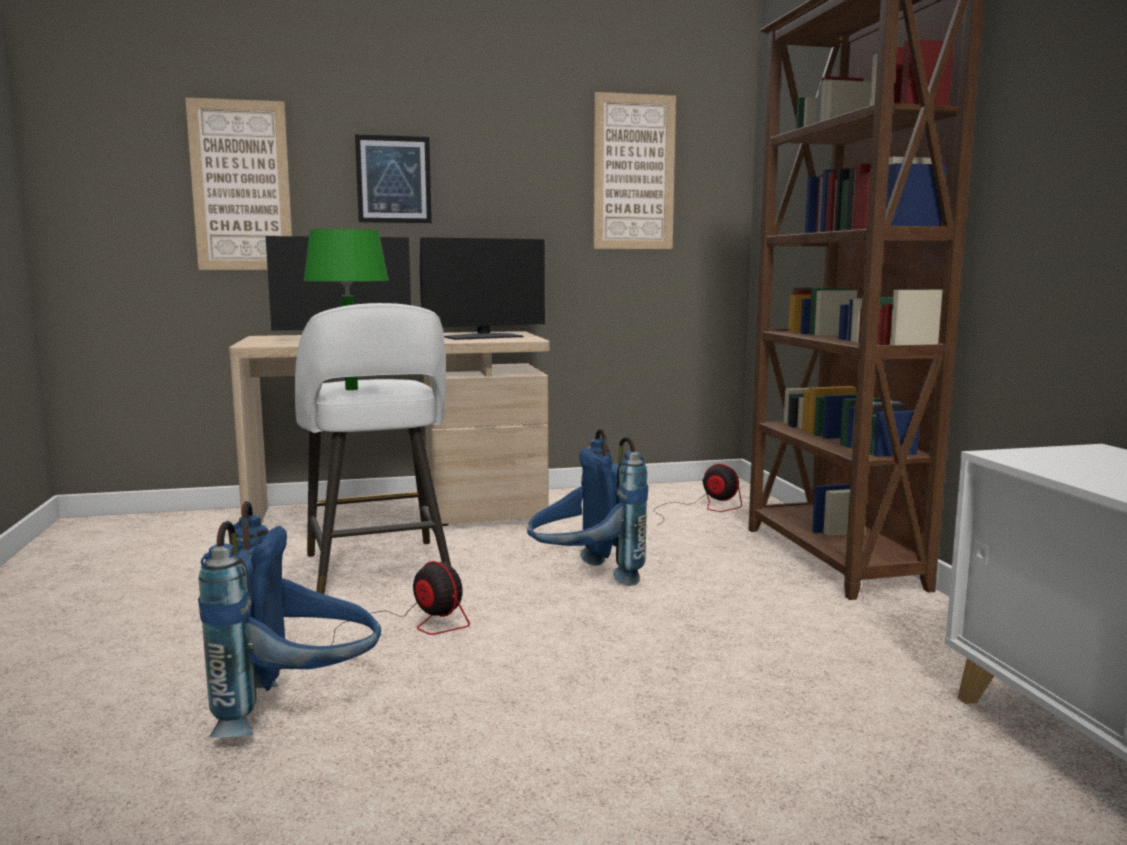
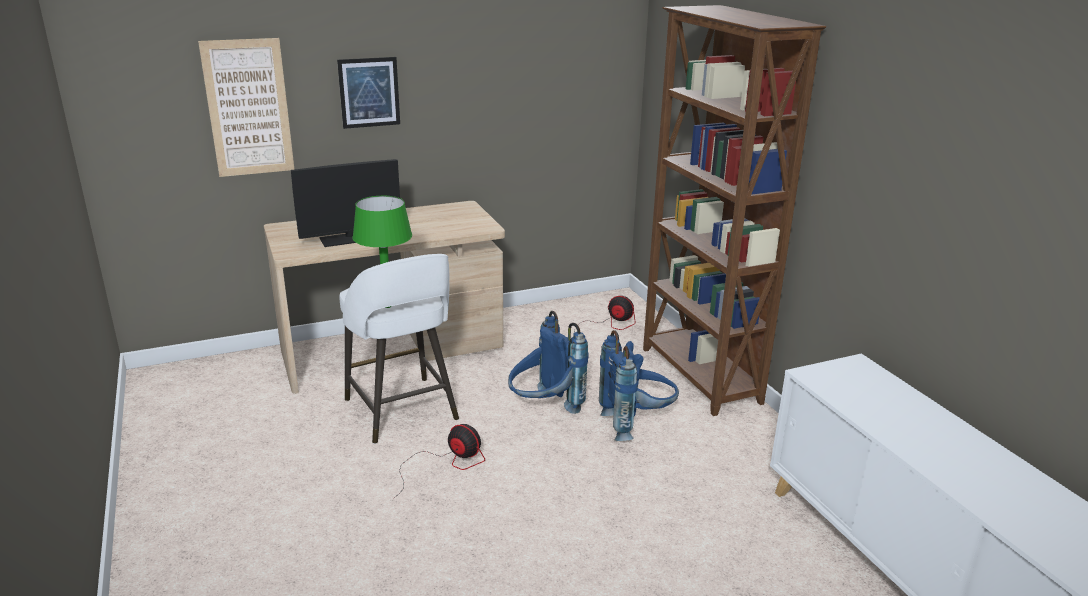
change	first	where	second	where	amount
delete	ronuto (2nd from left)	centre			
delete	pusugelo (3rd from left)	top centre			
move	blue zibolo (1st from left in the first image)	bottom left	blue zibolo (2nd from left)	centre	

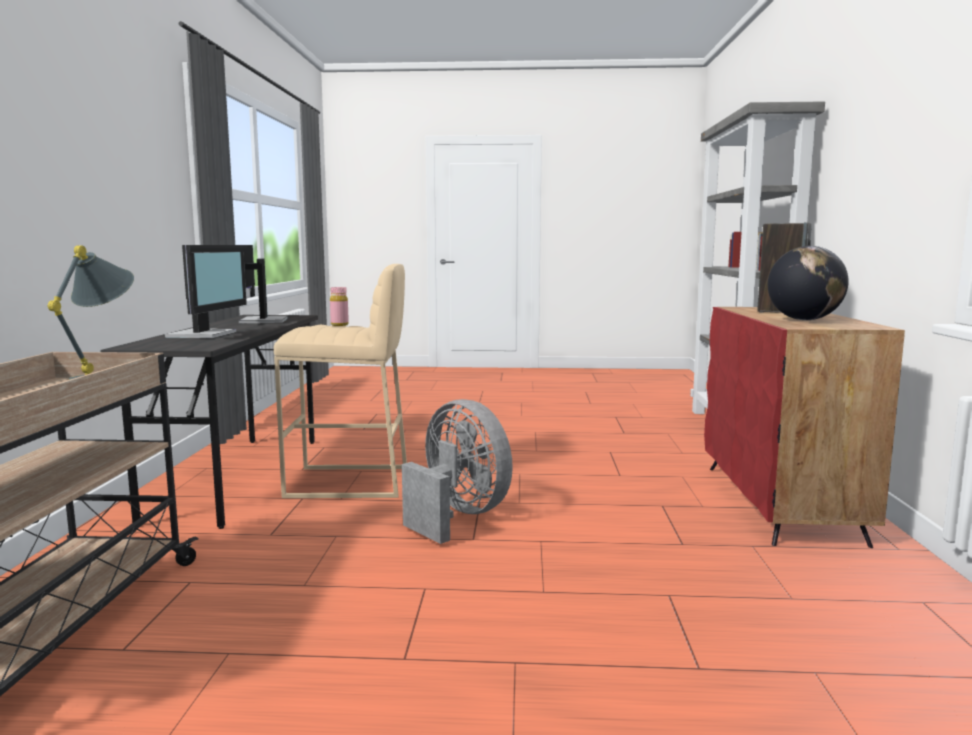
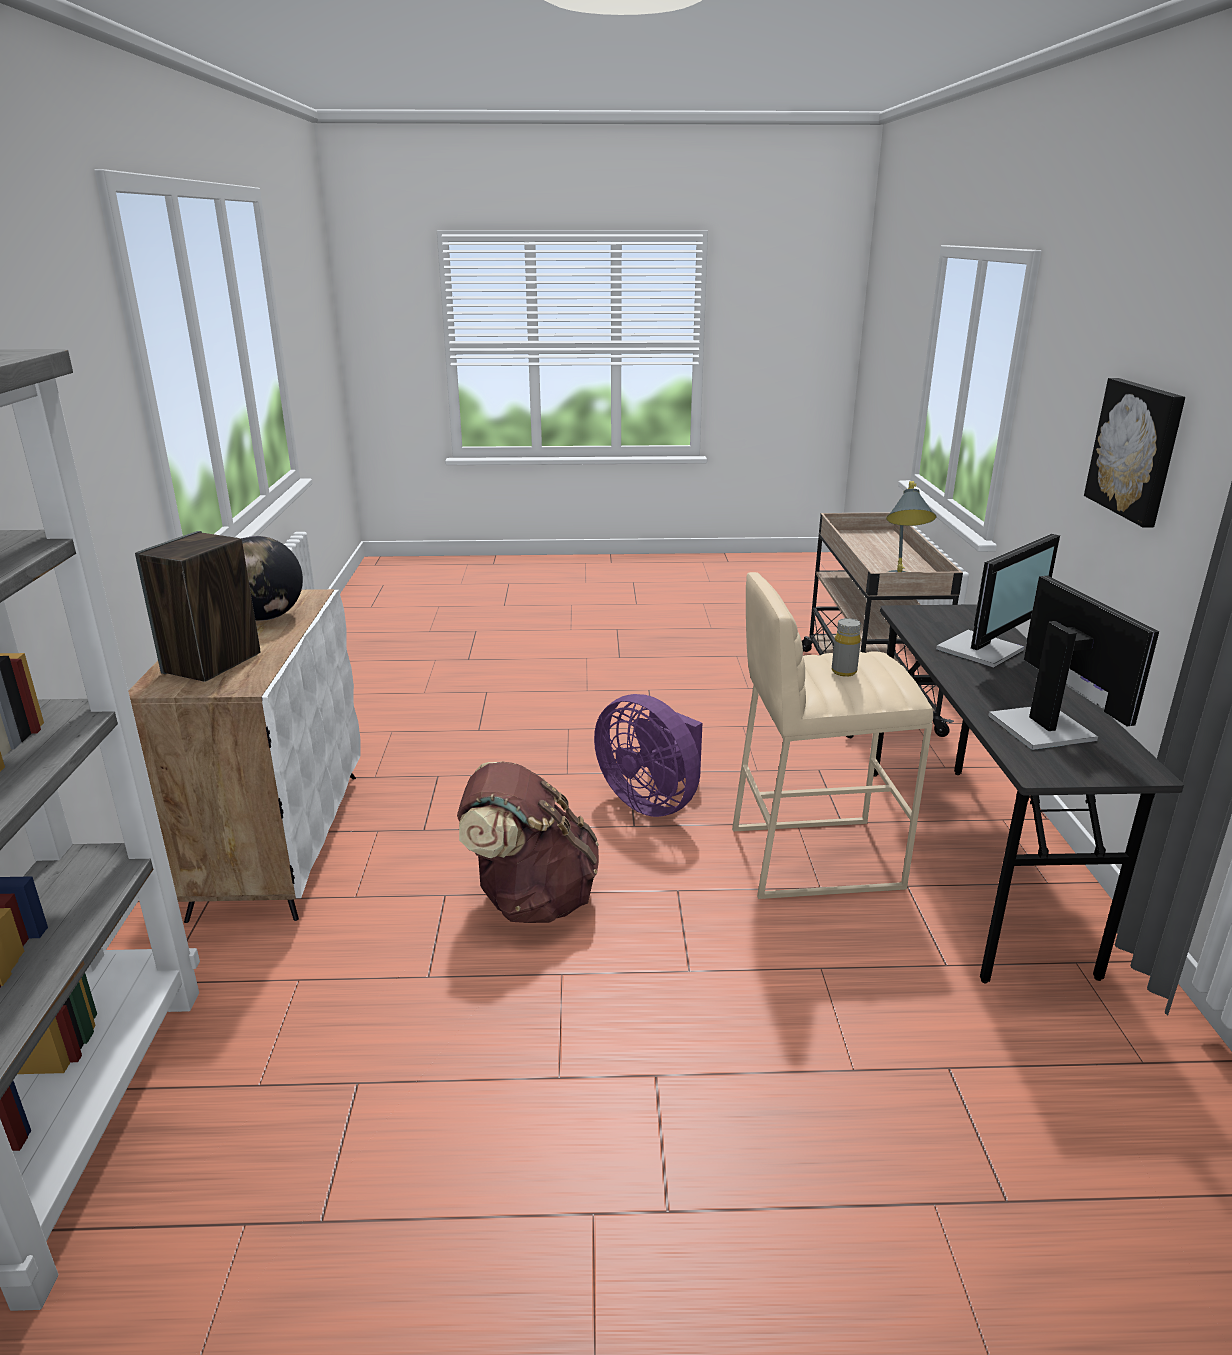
change	first	where	second	where	amount
insert			brown zibolo	centre	
insert			pusugelo	middle right	
recolor	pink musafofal	centre	grey musafofal	middle right	
recolor	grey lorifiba	centre	purple lorifiba	centre	
recolor	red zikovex	middle right	white zikovex	middle left	
rotate	ronuto (1st from left)	middle left		middle right	135 degrees counterclockwise

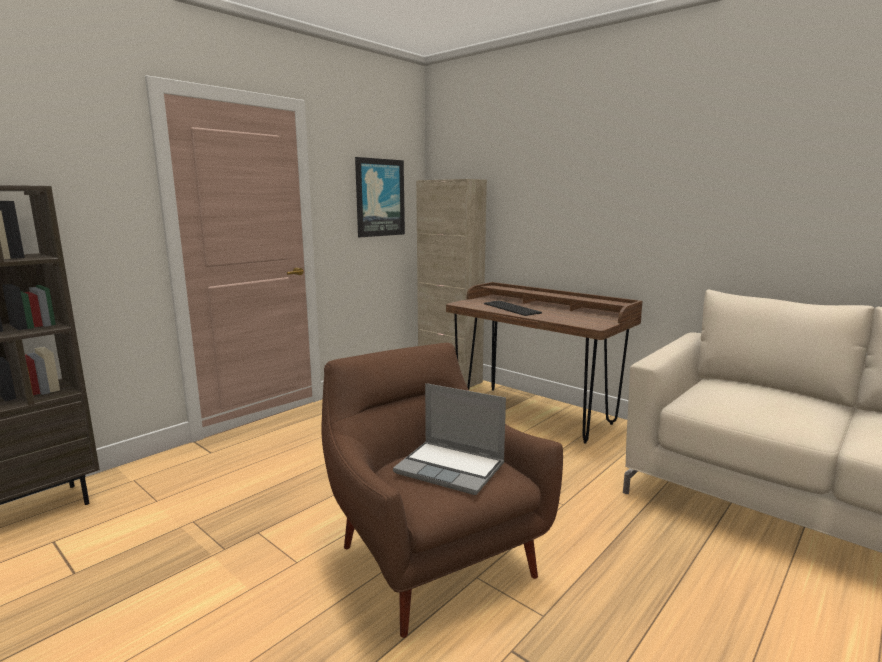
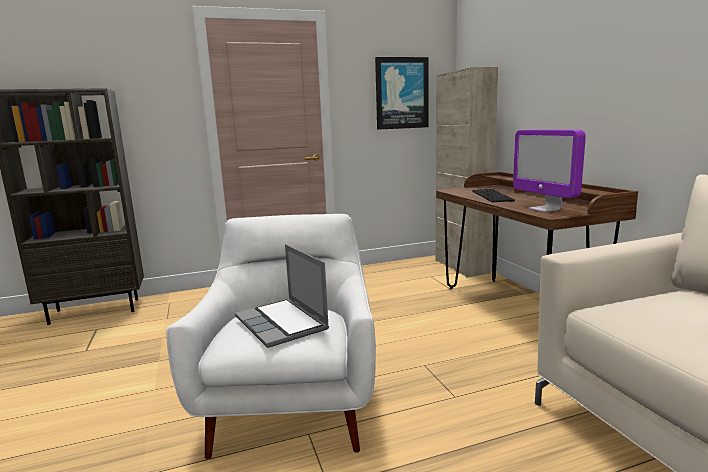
change	first	where	second	where	amount
insert			ronuto	middle right	
recolor	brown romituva	bottom centre	white romituva	bottom centre	

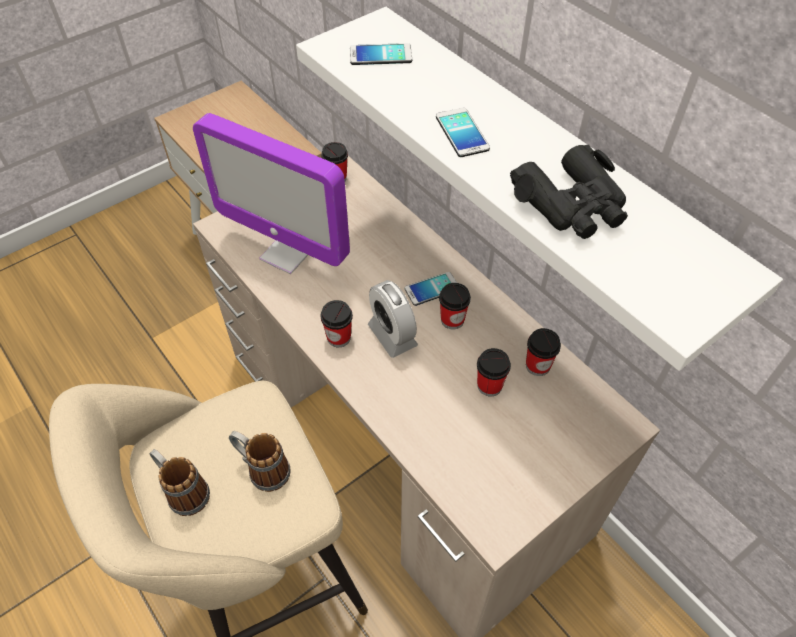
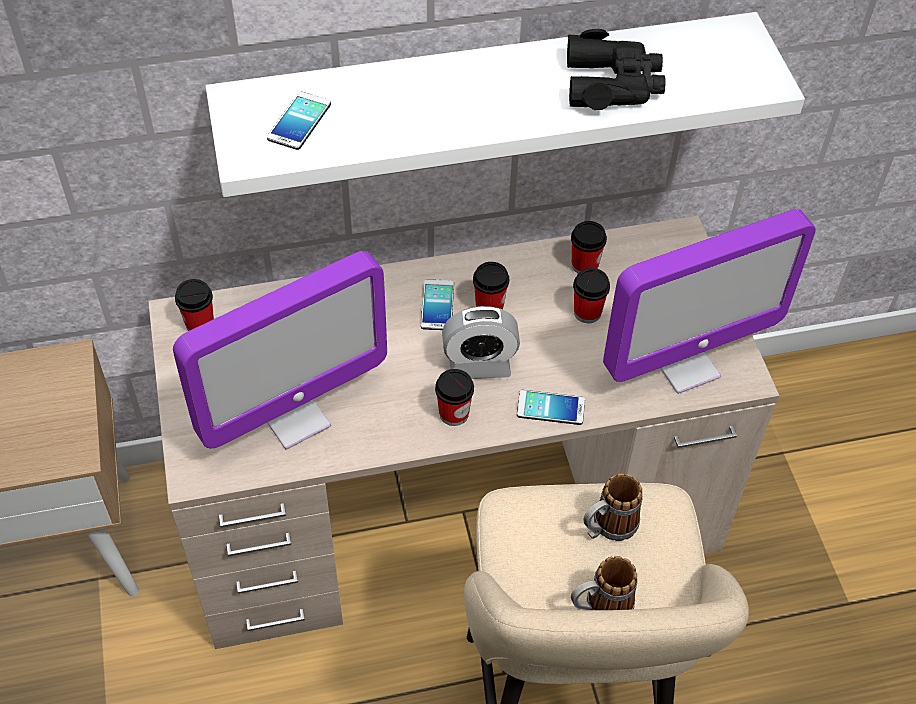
change	first	where	second	where	amount
insert			ronuto (2nd from left)	middle right	
move	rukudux (3rd from left)	top centre		centre	

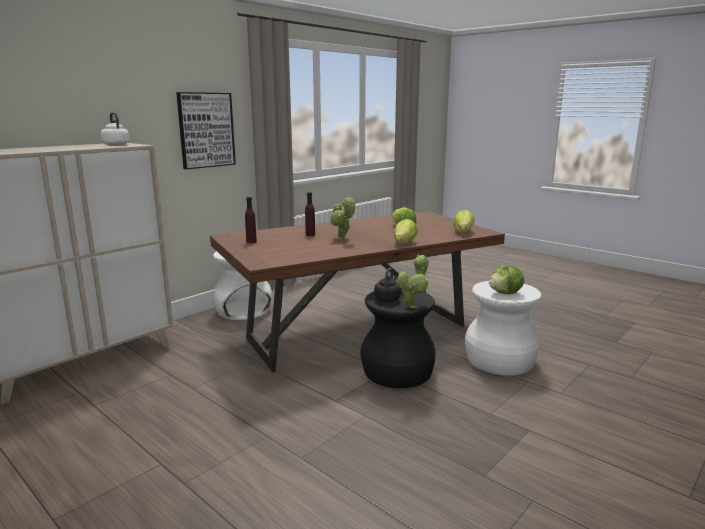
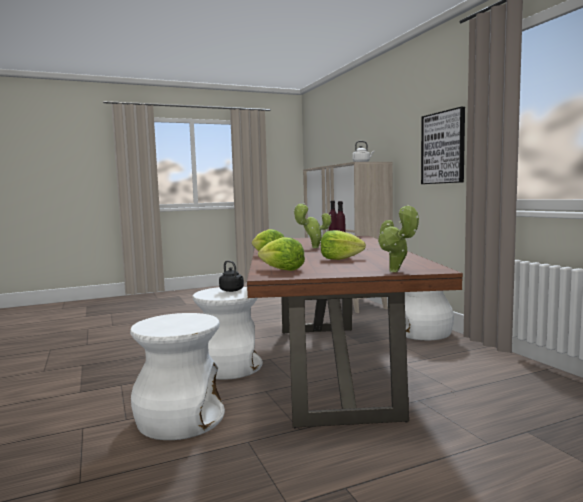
change	first	where	second	where	amount
delete	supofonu (4th from left)	middle right			
move	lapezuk (2nd from left)	centre		middle right	
recolor	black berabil	centre	white berabil (2nd from left)	centre	

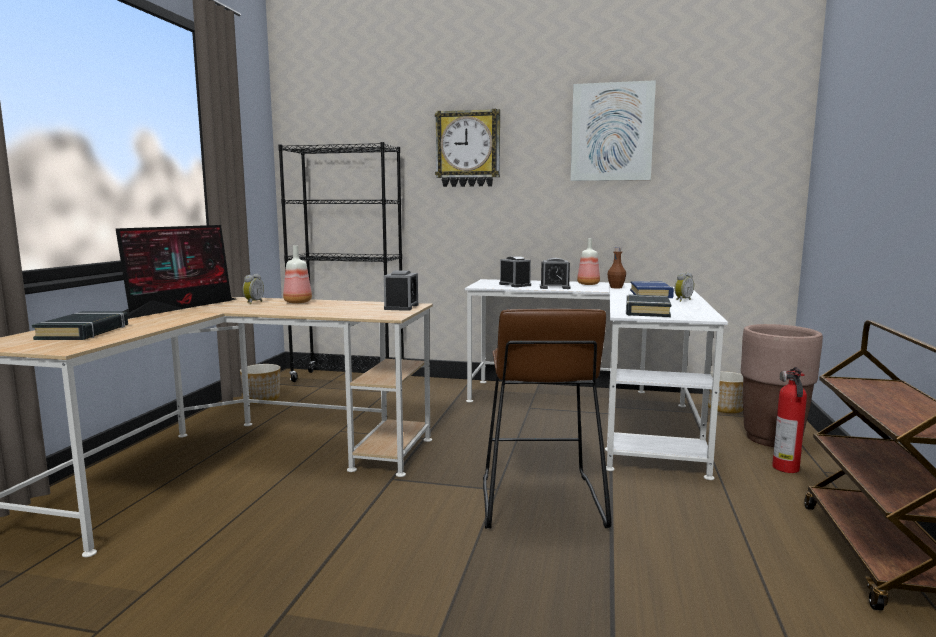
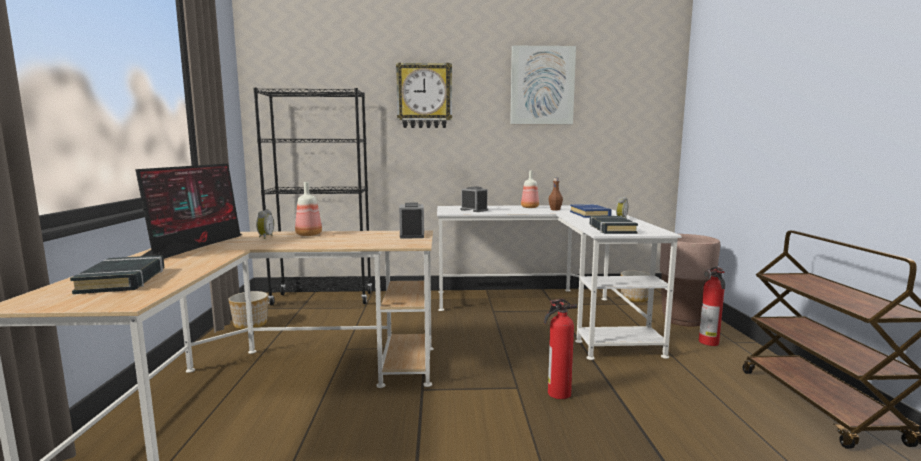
change	first	where	second	where	amount
delete	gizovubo (4th from left)	centre			
replace	brown berabil	centre	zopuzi (1st from left)	bottom centre	

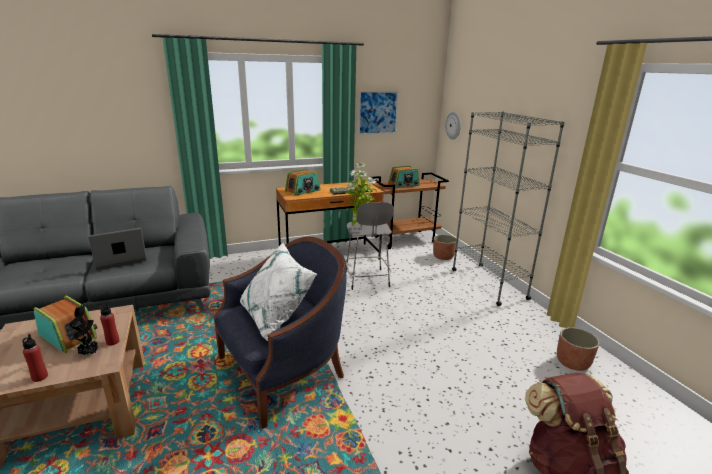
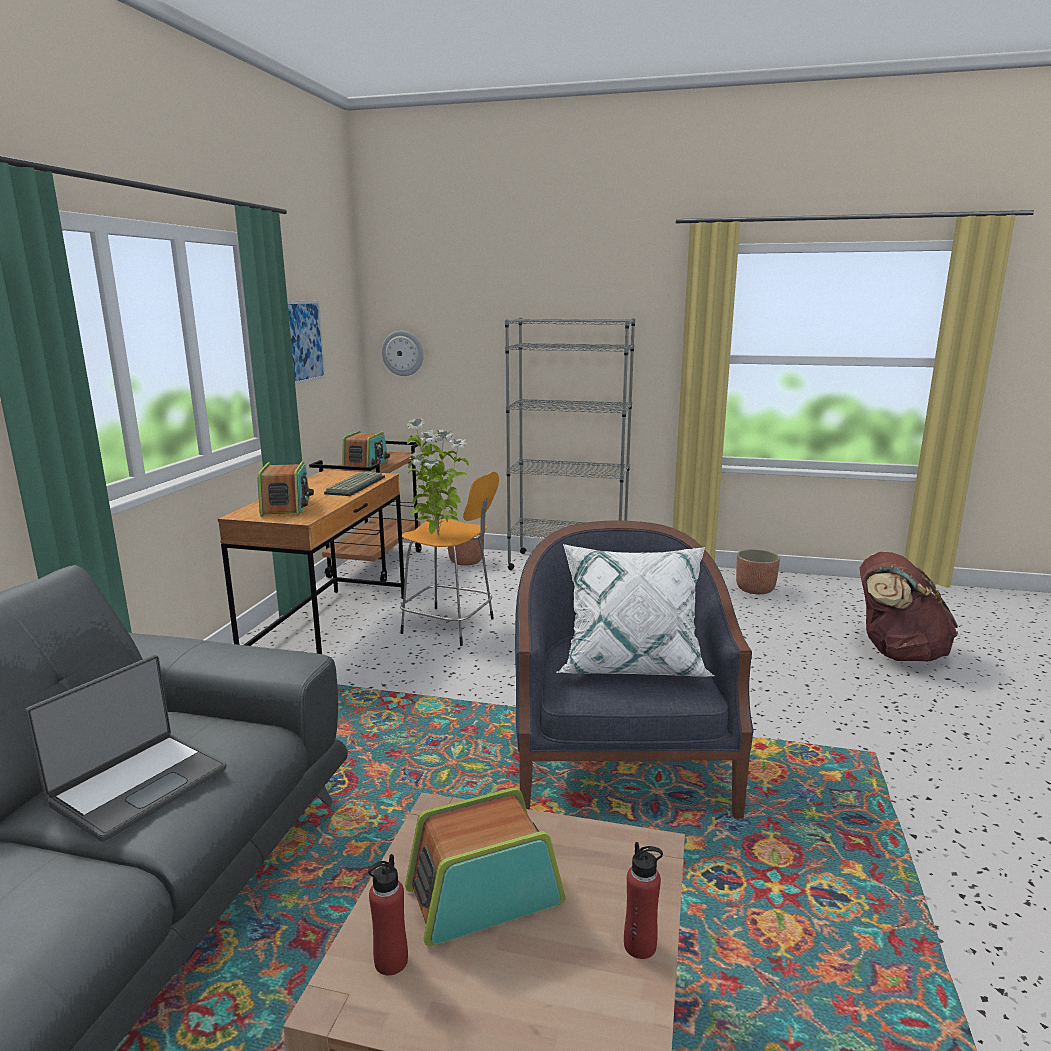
change	first	where	second	where	amount
delete	lapezuk (1st from left)	bottom left			
move	red musafofal (2nd from left in the first image)	bottom left	red musafofal (1st from left)	bottom centre	
recolor	grey berabil	centre	orange berabil	centre	
rotate	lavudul	middle left		bottom left	150 degrees counterclockwise

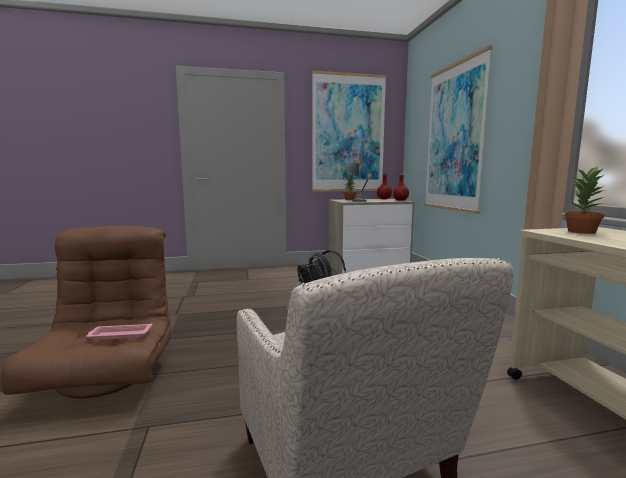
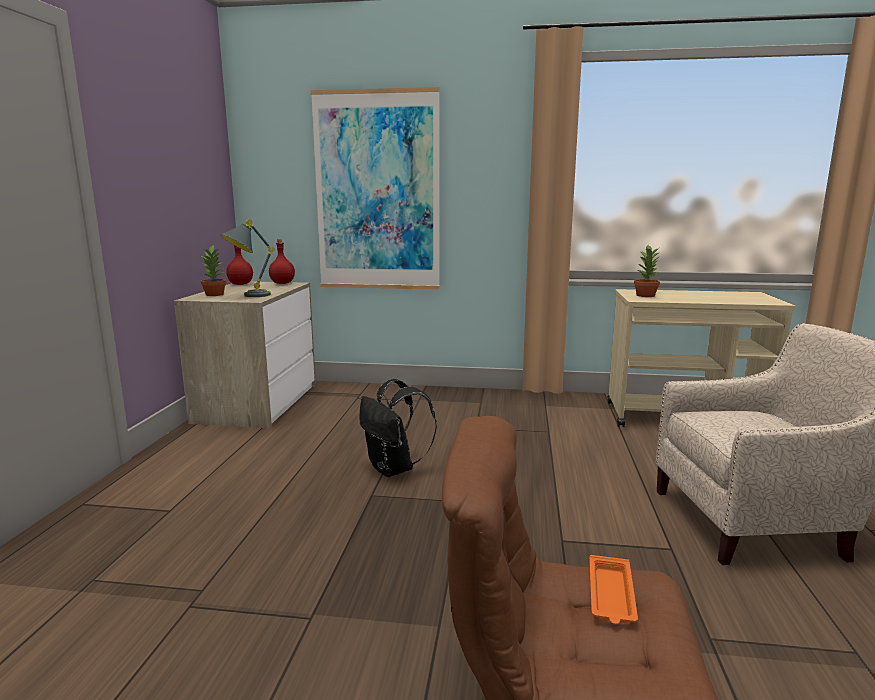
change	first	where	second	where	amount
delete	pusugelo (1st from left)	top centre			
recolor	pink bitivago	bottom left	orange bitivago	bottom right	

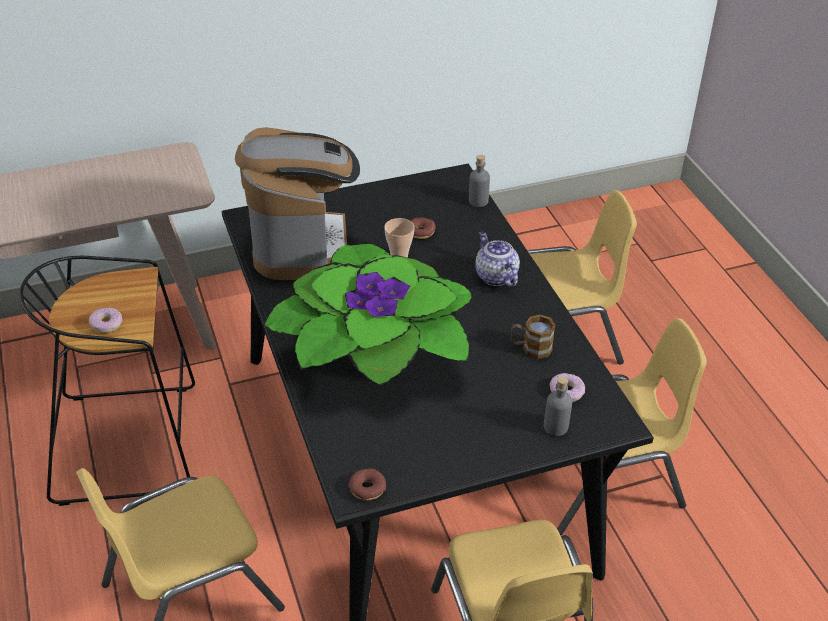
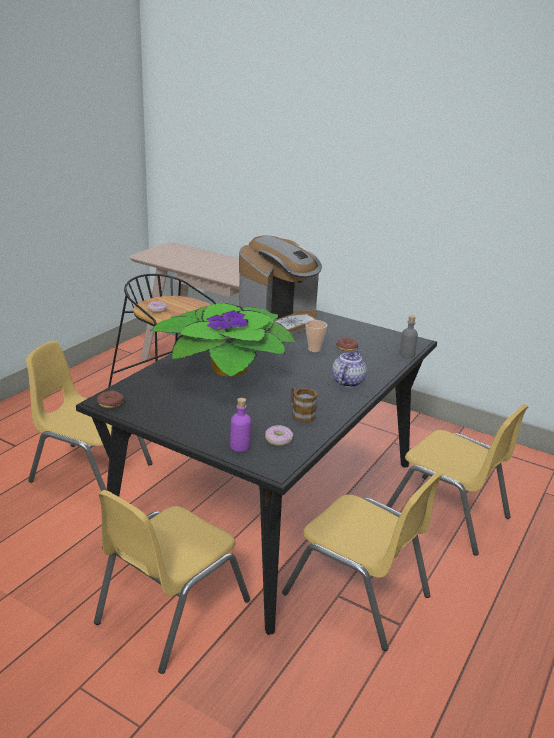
change	first	where	second	where	amount
recolor	grey musafofal (2nd from left)	middle right	purple musafofal	centre	

